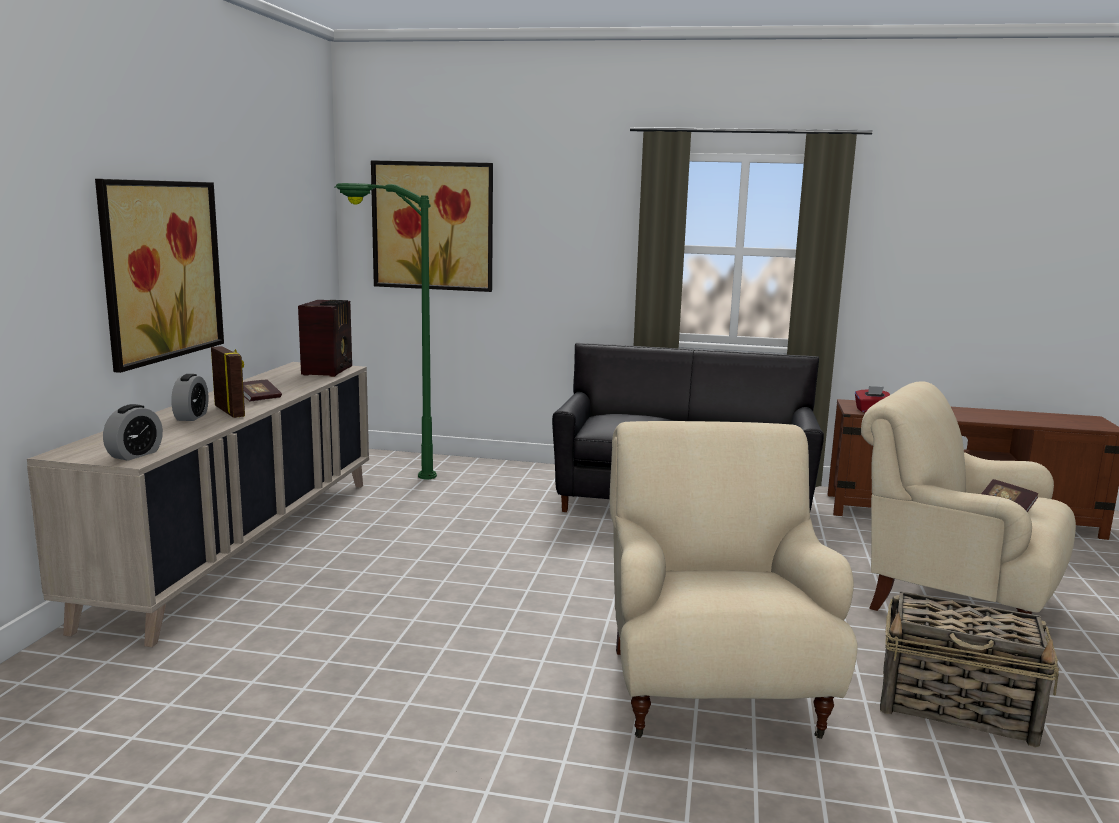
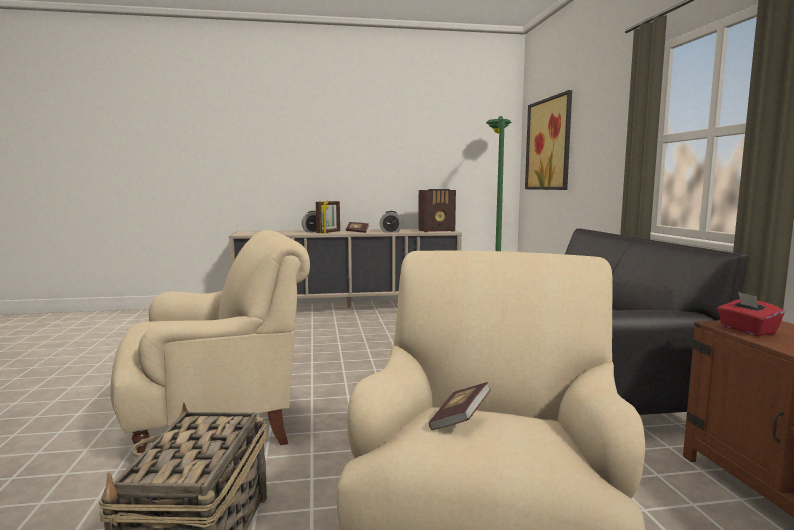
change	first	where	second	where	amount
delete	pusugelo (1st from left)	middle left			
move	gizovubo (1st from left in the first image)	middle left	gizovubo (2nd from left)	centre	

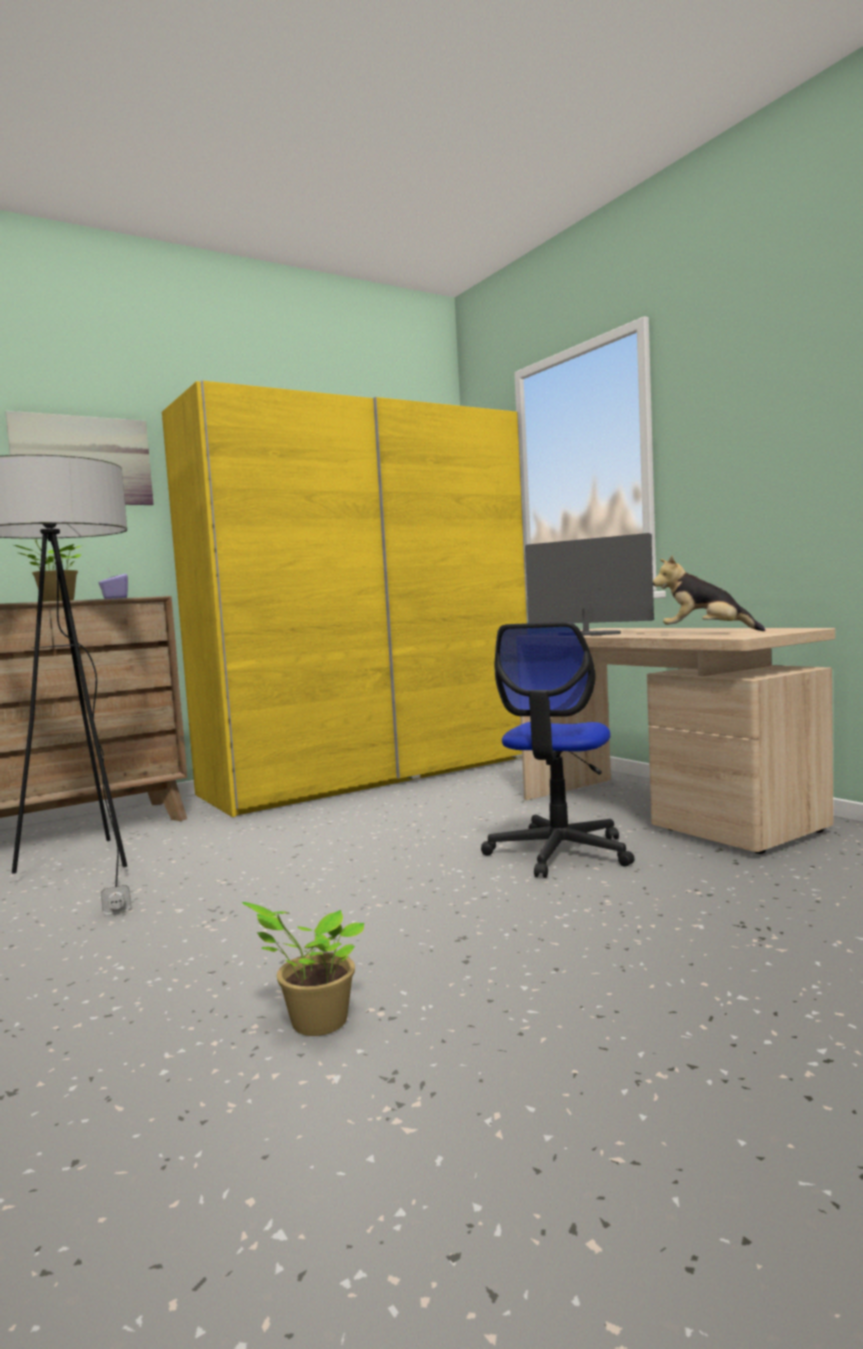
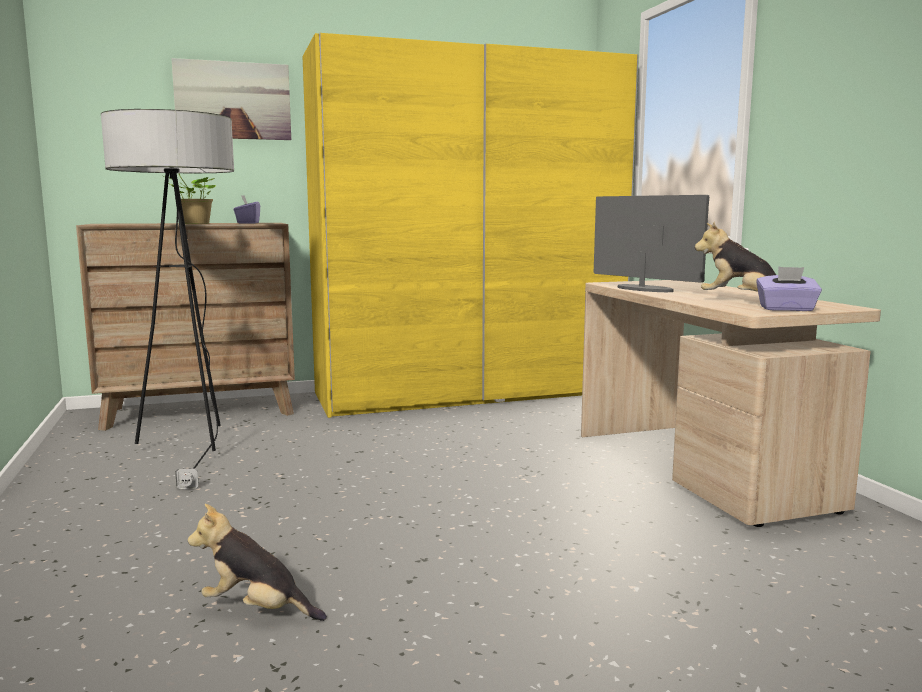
change	first	where	second	where	amount
delete	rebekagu	centre			
insert			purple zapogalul (2nd from left)	middle right	
replace	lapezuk (2nd from left)	bottom centre	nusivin (1st from left)	bottom left	

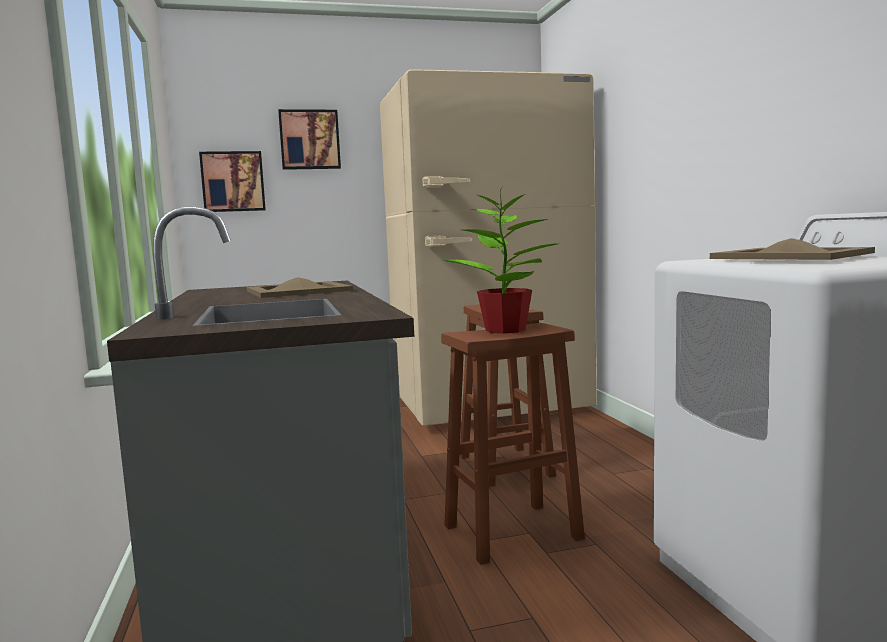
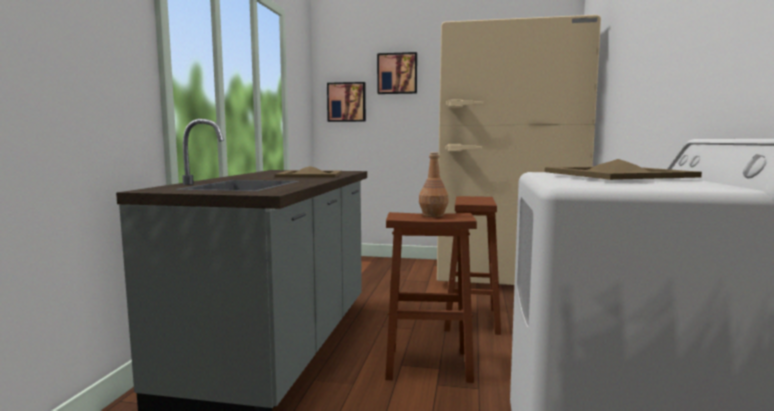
change	first	where	second	where	amount
replace	lapezuk	centre	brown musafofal	centre	

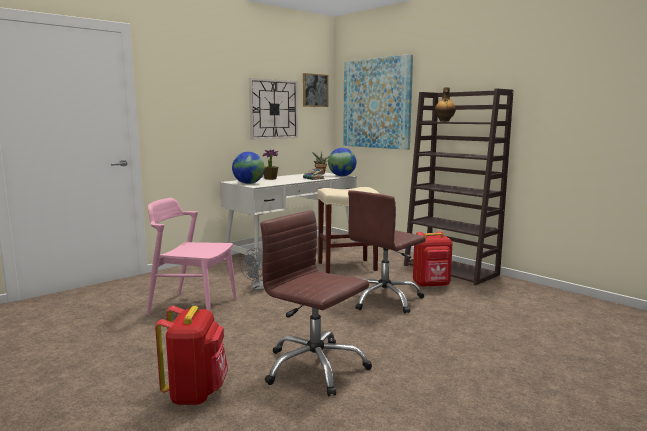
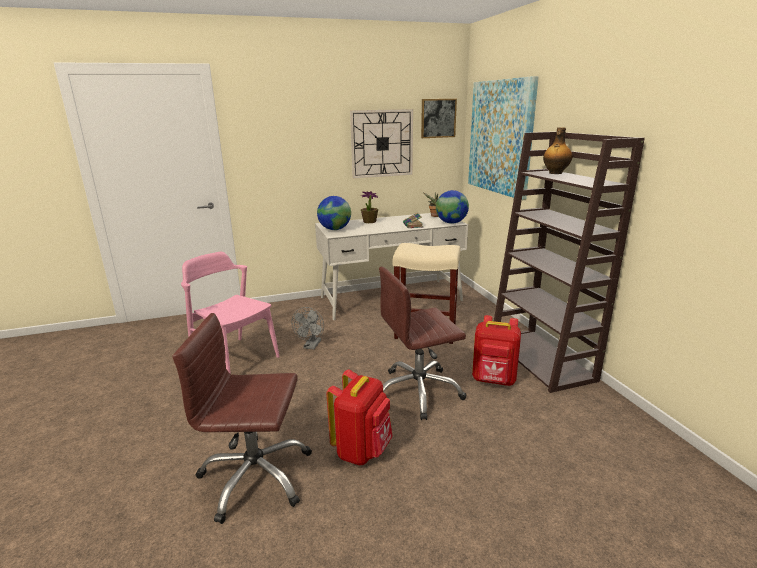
change	first	where	second	where	amount
move	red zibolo (1st from left)	bottom left		bottom centre	
rotate	brown rebekagu (1st from left)	bottom centre		bottom left	60 degrees counterclockwise

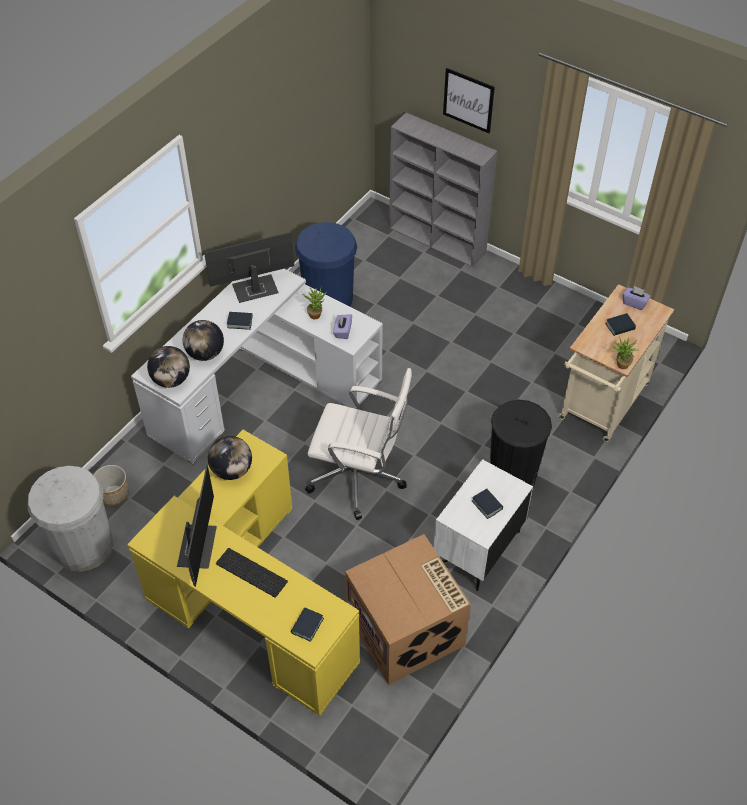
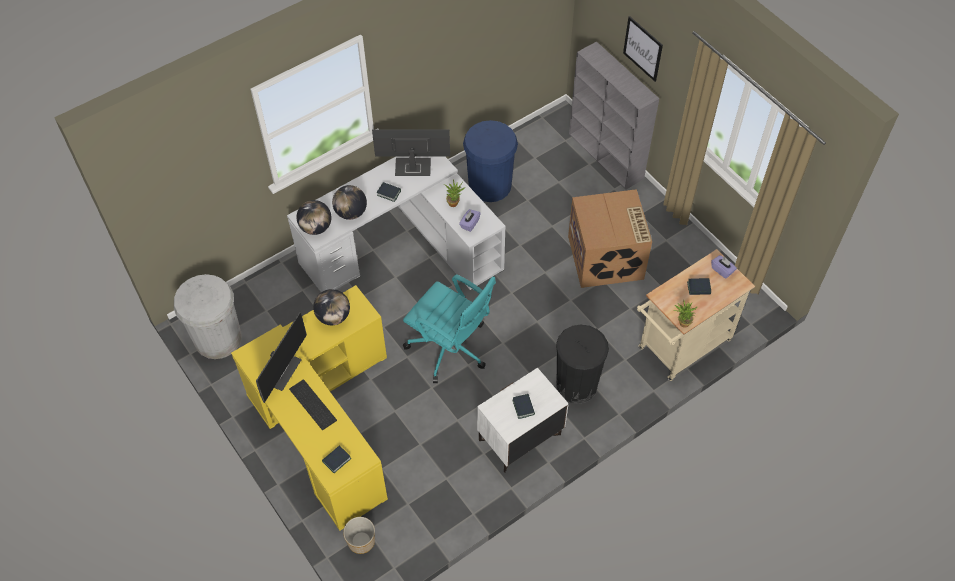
change	first	where	second	where	amount
move	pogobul	middle left		bottom centre	
move	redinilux	bottom centre		centre	
recolor	white rebekagu	centre	turquoise rebekagu	centre	

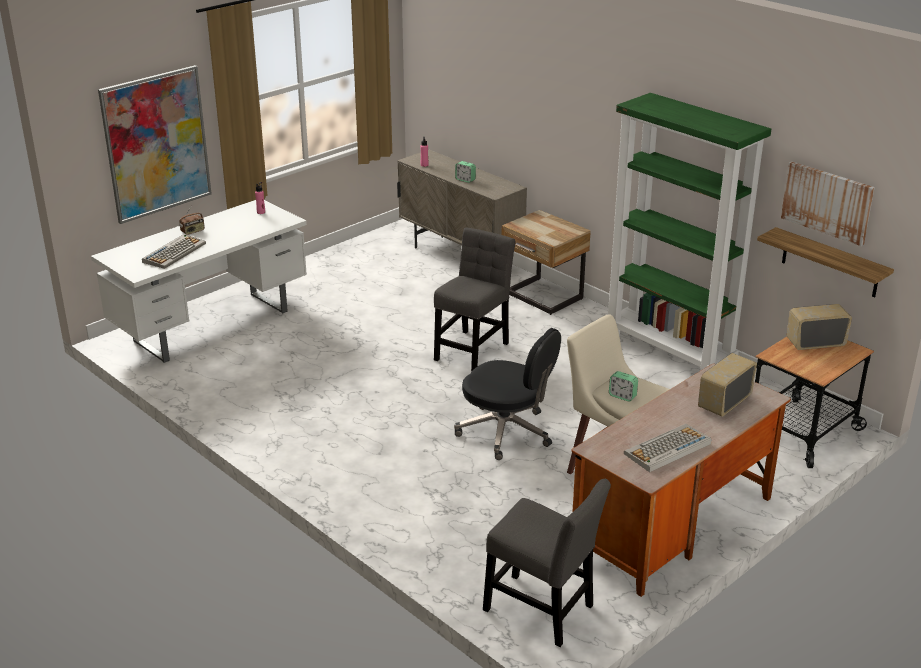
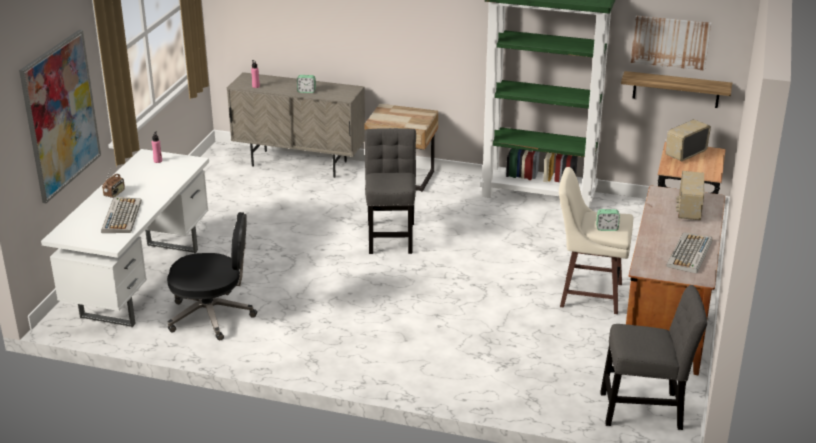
change	first	where	second	where	amount
move	black rebekagu	centre		middle left	

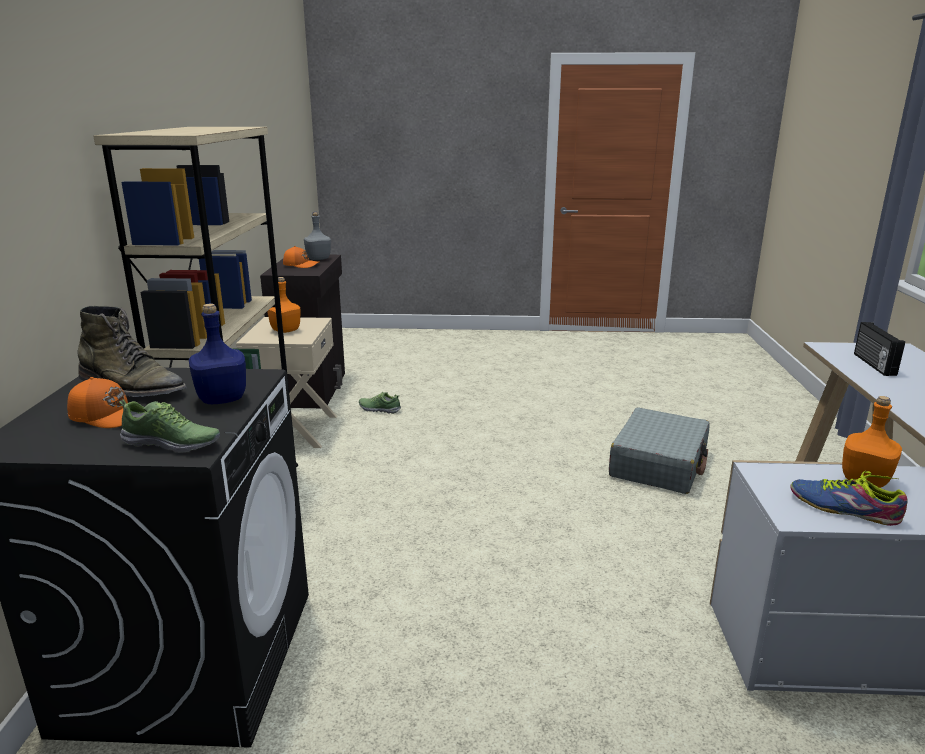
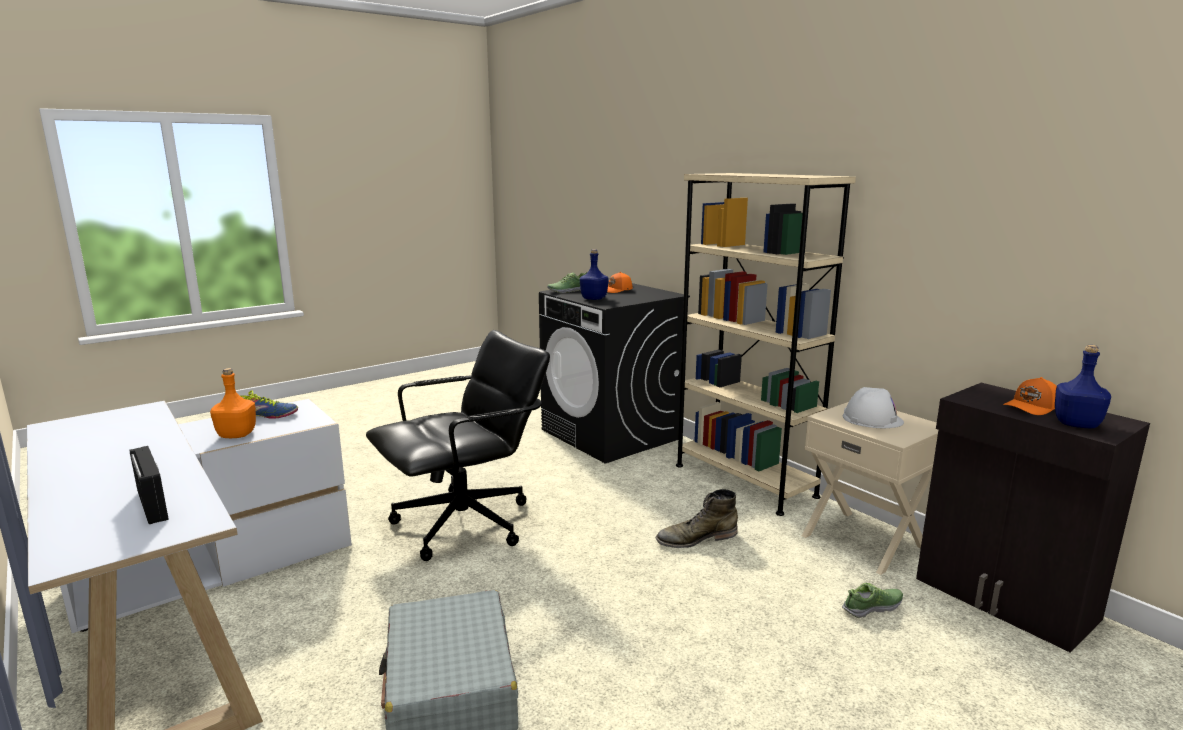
change	first	where	second	where	amount
insert			black rebekagu	centre	
move	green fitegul	middle left		bottom centre	
replace	orange musafofal (1st from left)	middle left	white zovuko	middle right	
recolor	grey musafofal	top centre	blue musafofal (2nd from left)	middle right	

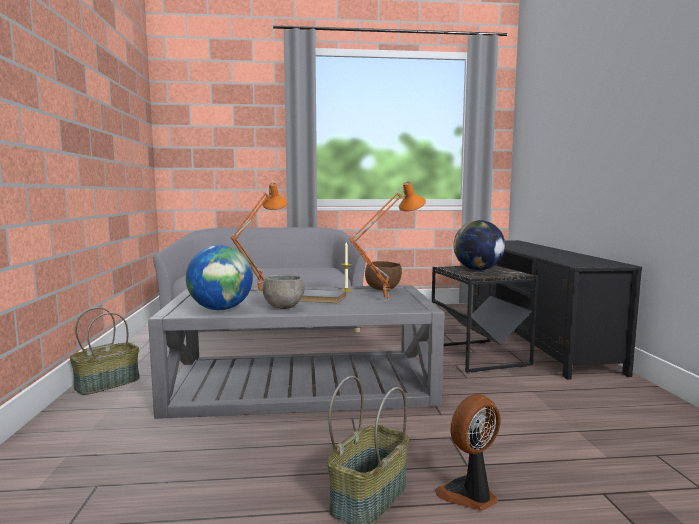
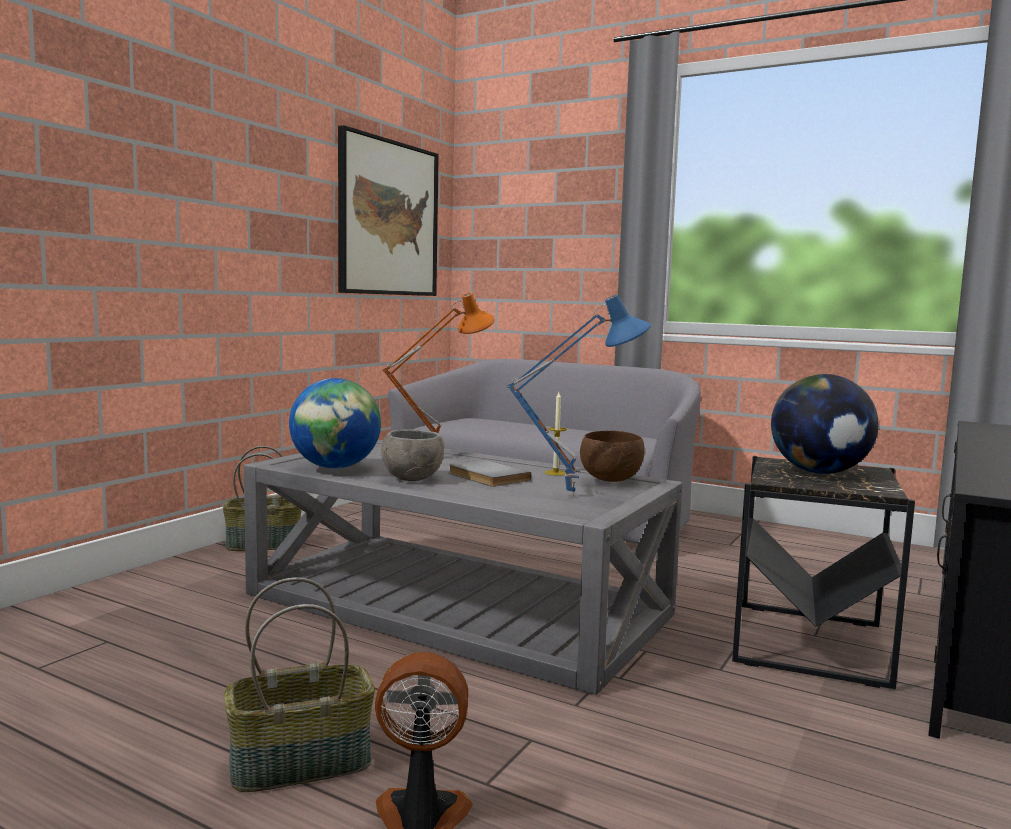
change	first	where	second	where	amount
insert			pusugelo	top centre	
recolor	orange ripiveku (2nd from left)	centre	blue ripiveku	centre	

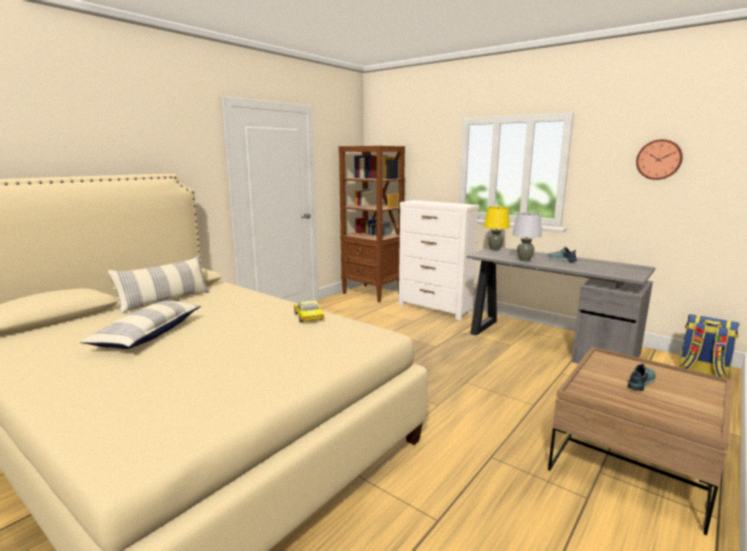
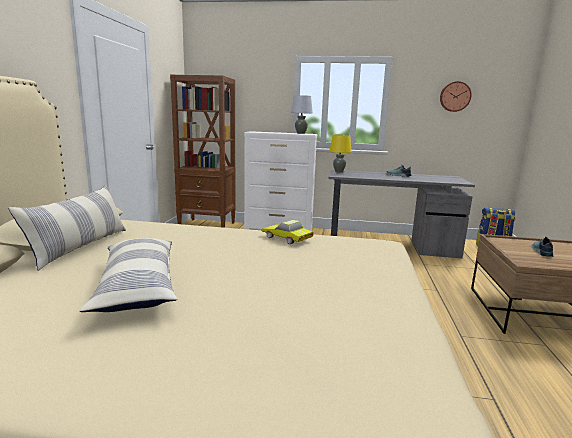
change	first	where	second	where	amount
move	grey ripiveku	middle right		top centre	

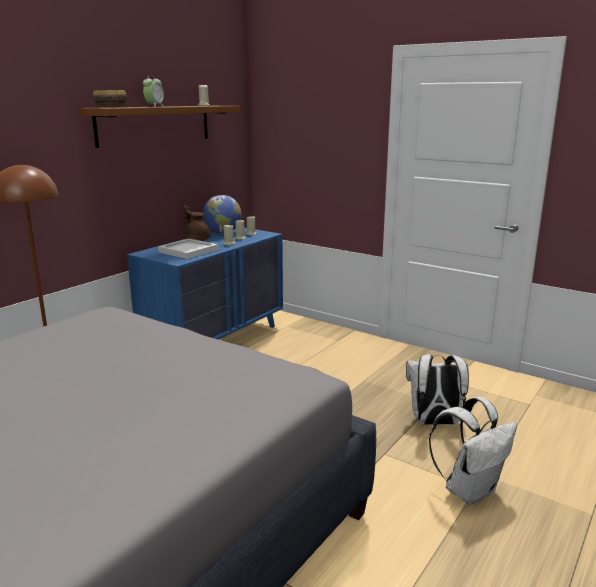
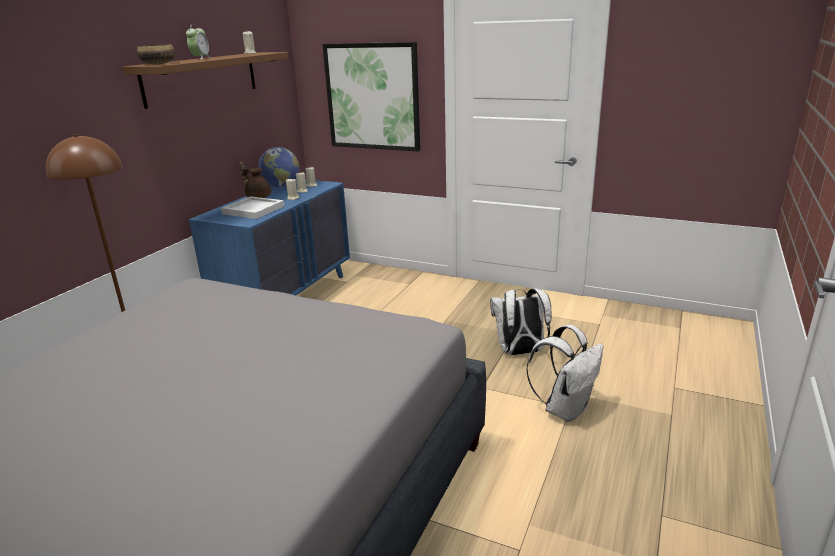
change	first	where	second	where	amount
insert			pusugelo	top centre	

